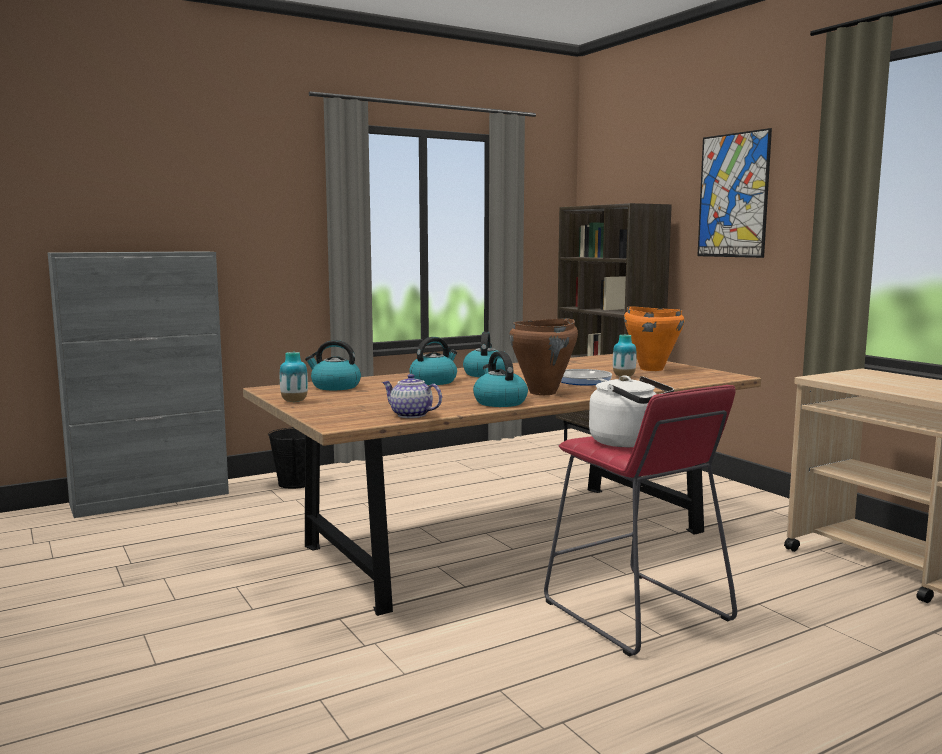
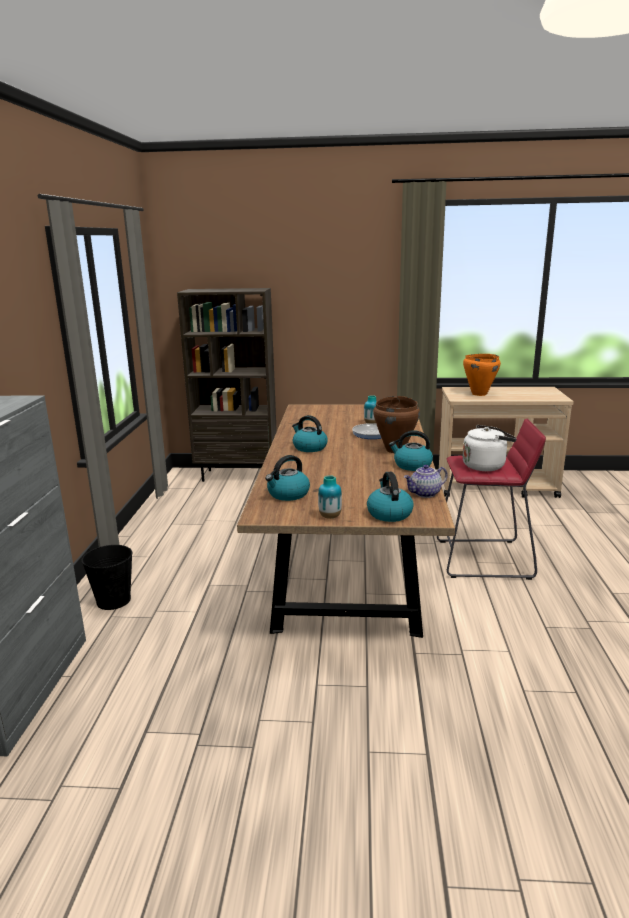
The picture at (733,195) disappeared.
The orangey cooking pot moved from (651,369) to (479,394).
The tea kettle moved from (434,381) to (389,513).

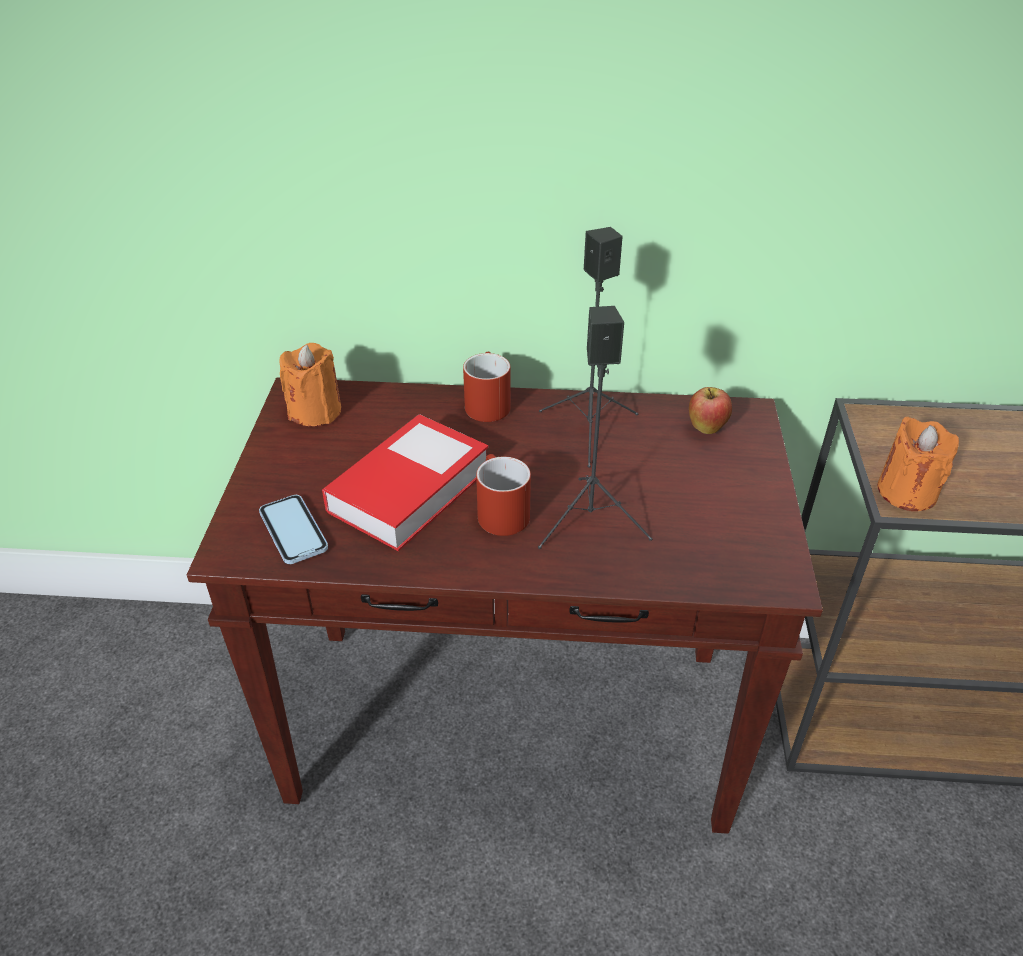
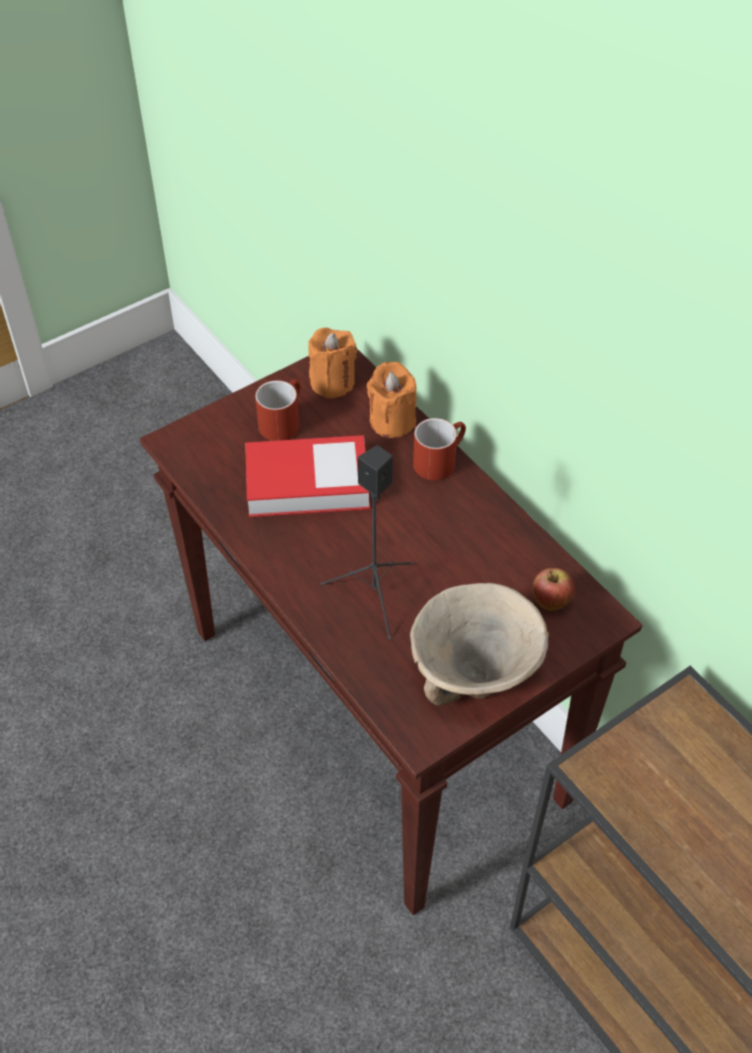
The black loudspeaker at (589,430) disappeared.
The orangey wax light moved from (907,492) to (392,421).
The reddish mug moved from (498,511) to (282,421).
The phone at (293,531) disappeared.
The sand-coloured serving bowl at (474,673) appeared.

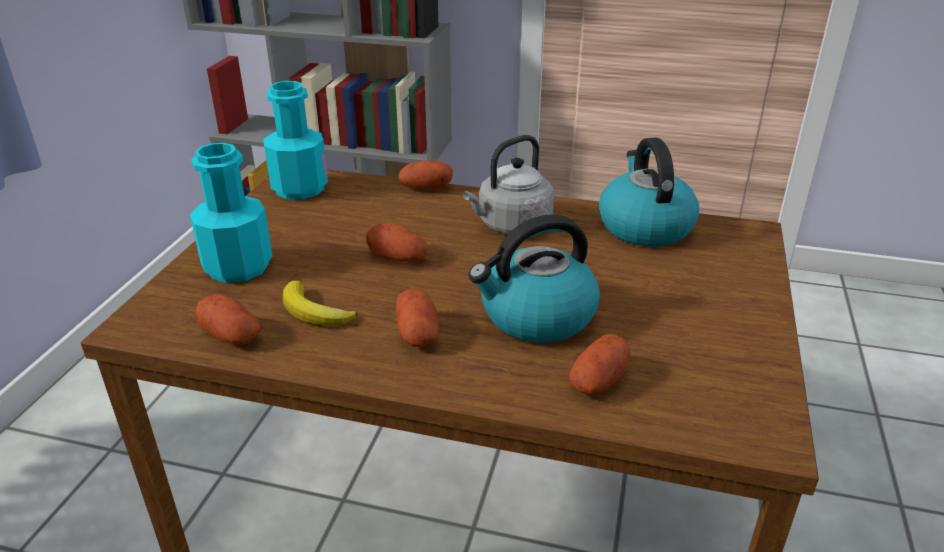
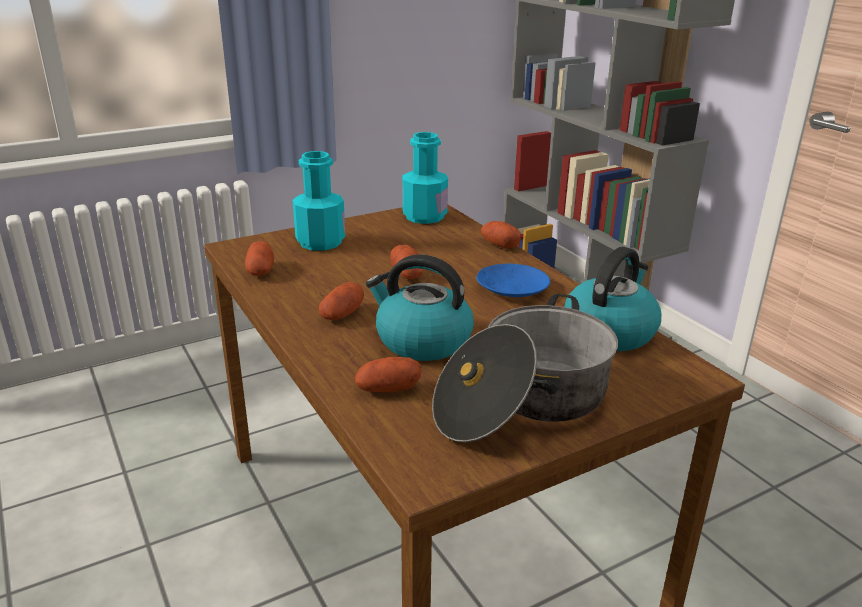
The gray tea kettle at (511,225) was replaced by the bluish plate at (511,288).
The whole banana at (314,311) disappeared.
The cooking pot at (522,402) appeared.

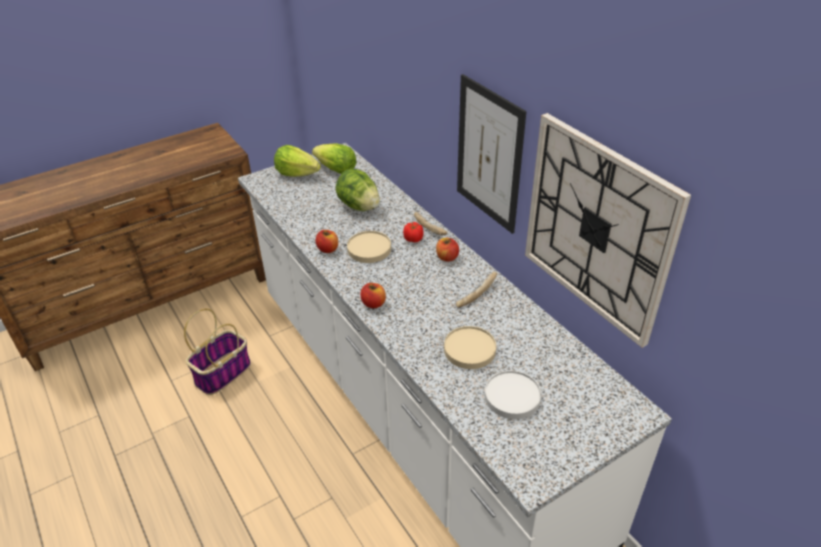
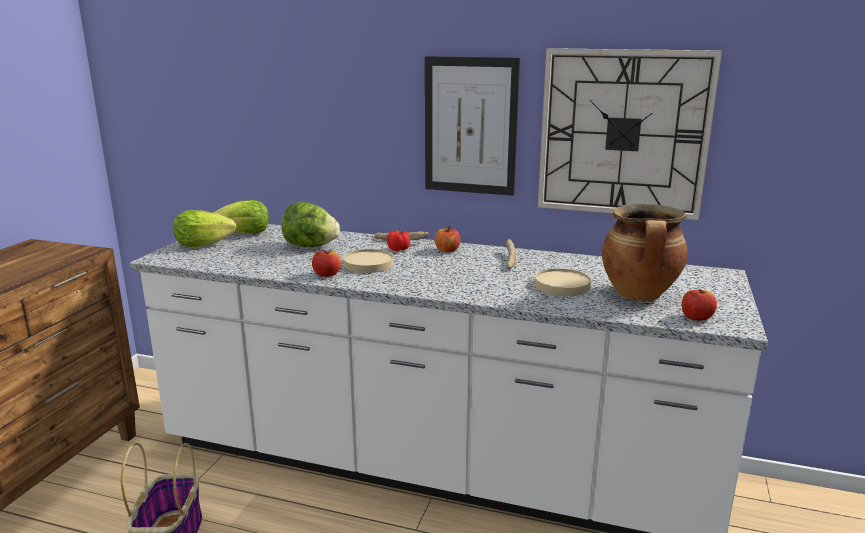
The apple fruit moved from (373,303) to (696,317).
The white-coloured plate at (512,397) was replaced by the cooking pot at (640,295).

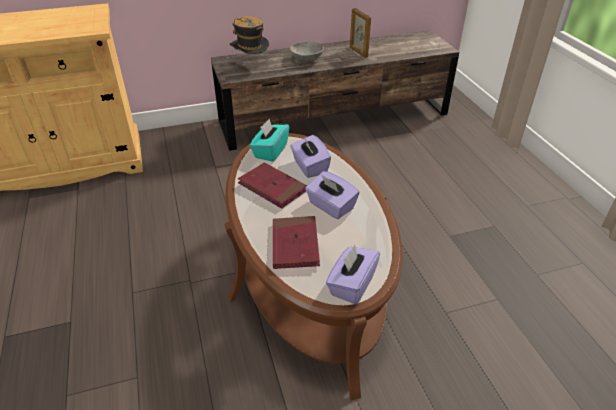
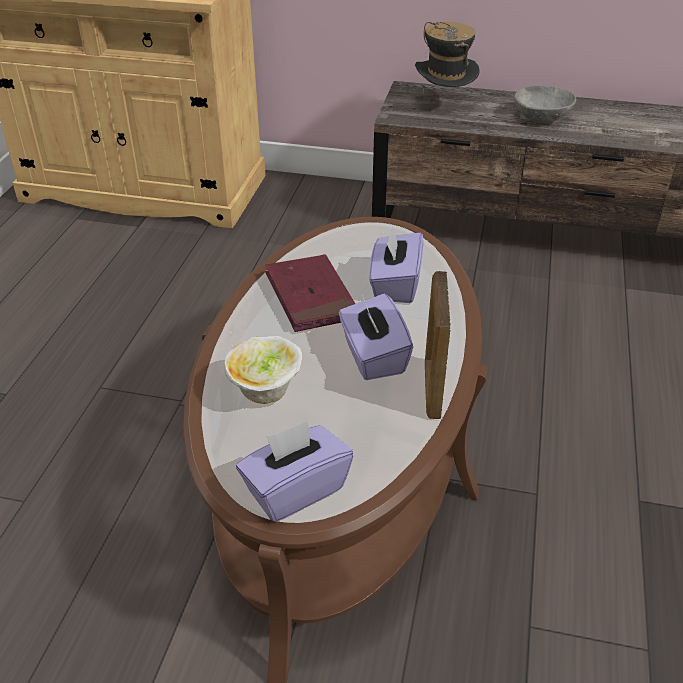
The standing frame moved from (358,52) to (432,389).
The turquoise-coloured tissue box at (270,151) disappeared.
The reddish bound book at (295,244) was replaced by the serving bowl at (267,393).

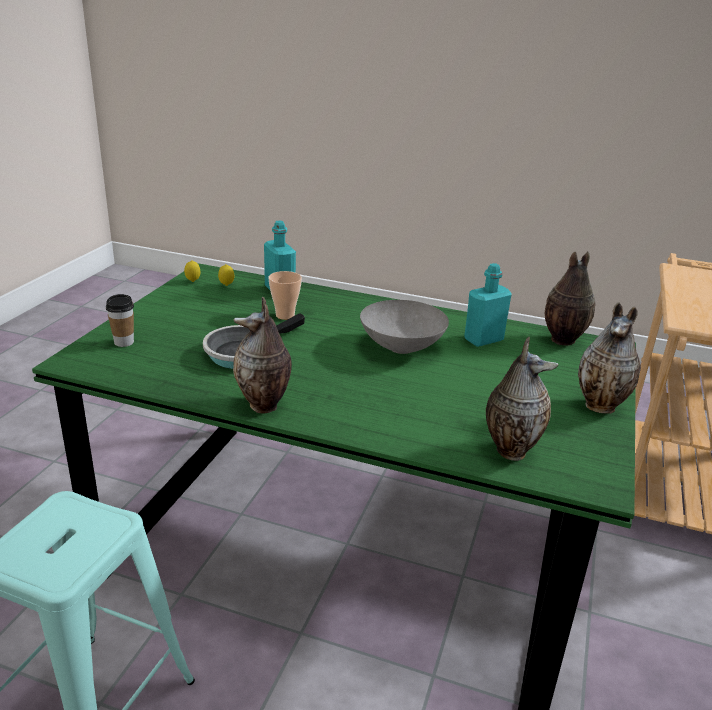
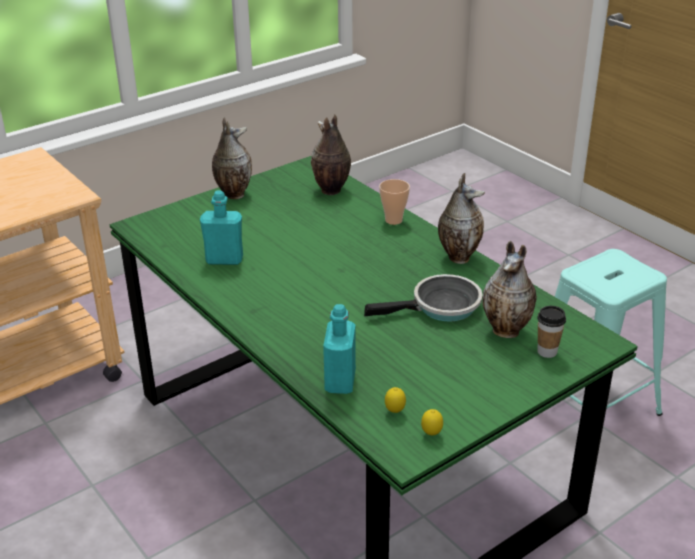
The vase moved from (562,340) to (508,331).
The cup moved from (285,315) to (393,220).
The gray serving bowl at (402,347) disappeared.

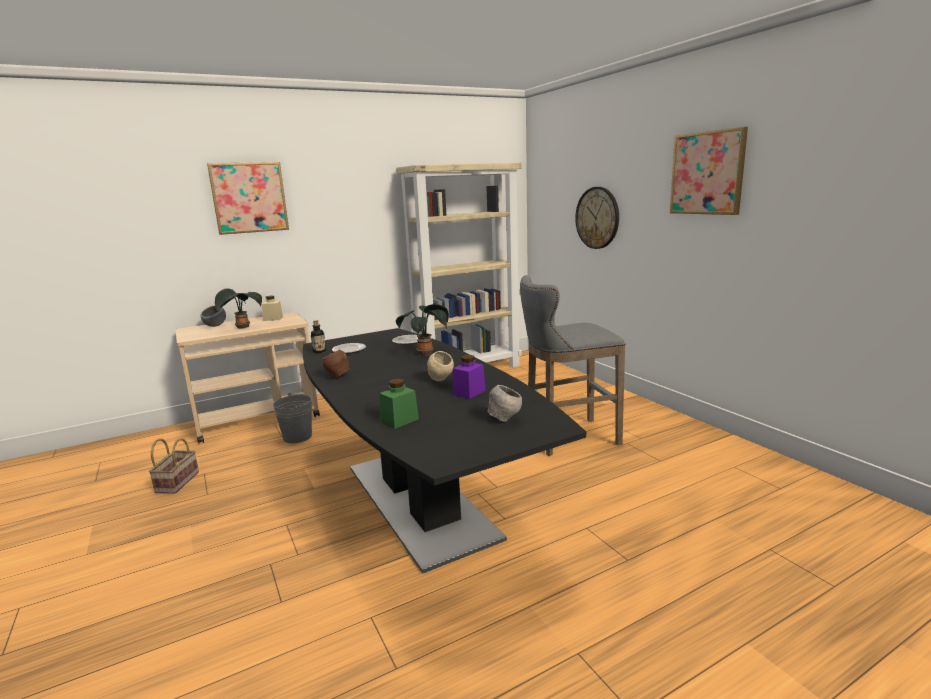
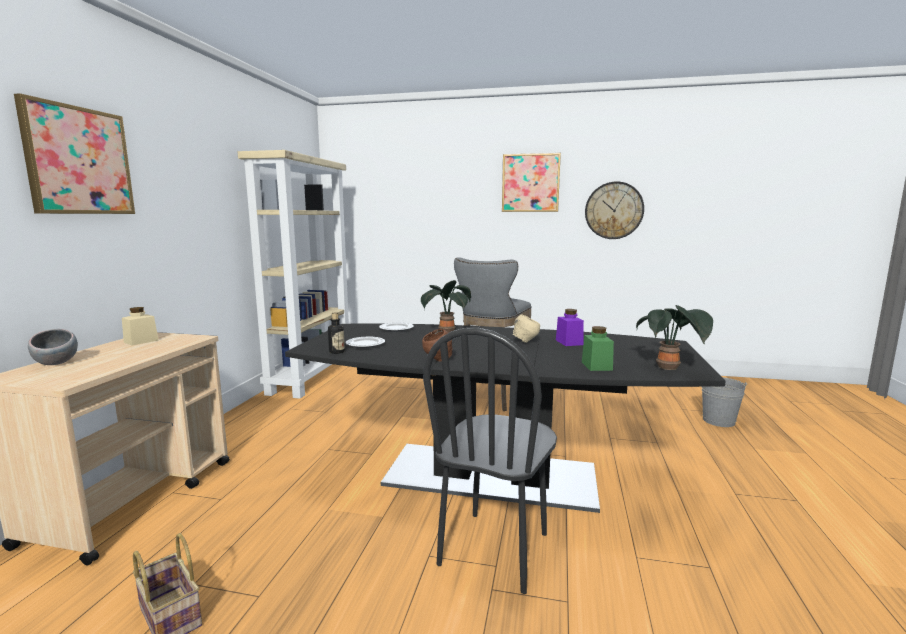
The hanging clock moved from (597,218) to (614,210).
The houseplant moved from (241,328) to (670,368).
The gray serving bowl at (504,419) disappeared.
The gray bucket moved from (297,437) to (719,421).
The black chair at (495,549) appeared.

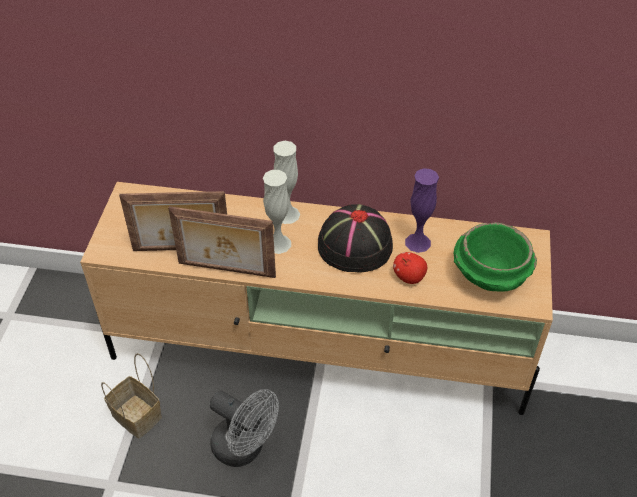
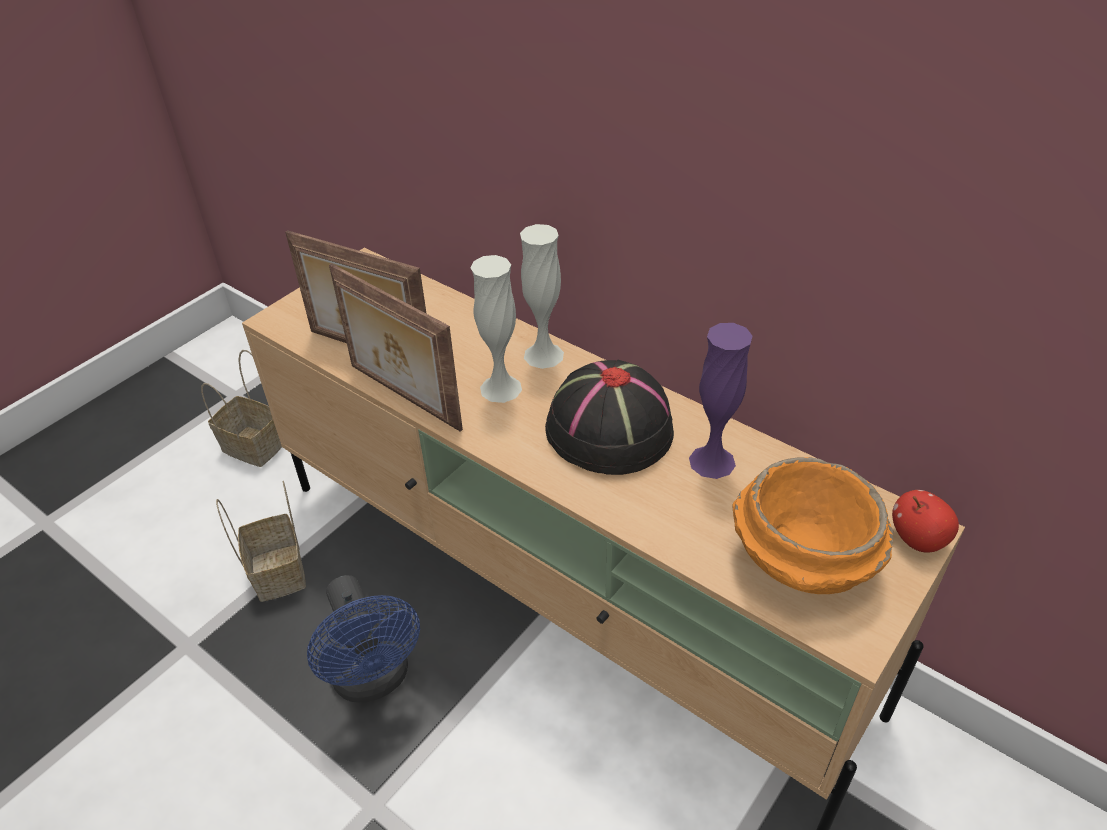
The green serving bowl at (489,276) became the orangey serving bowl at (800,559).
The apple fruit moved from (409,277) to (918,539).
The gray cooling fan at (245,448) became the bluish cooling fan at (374,679).
The basket at (256,446) appeared.

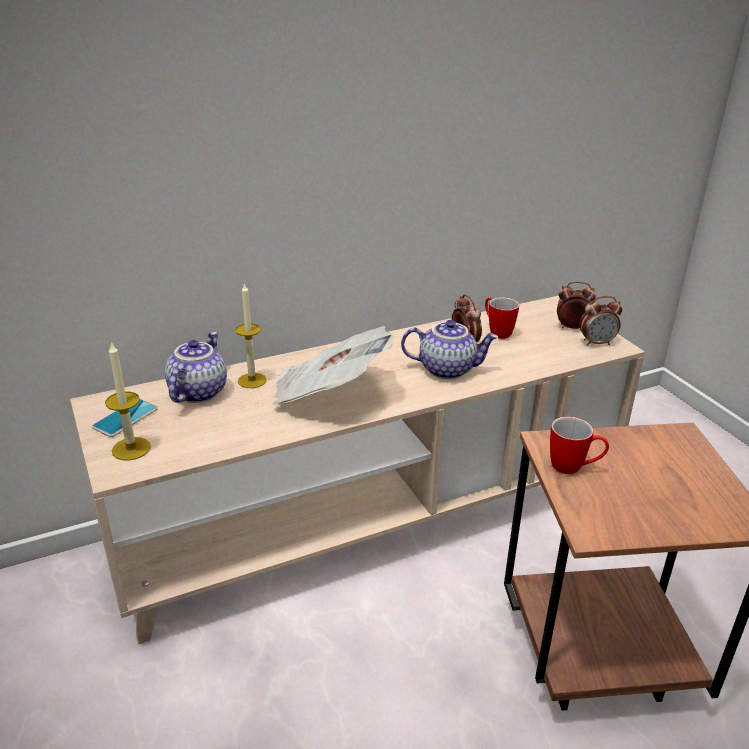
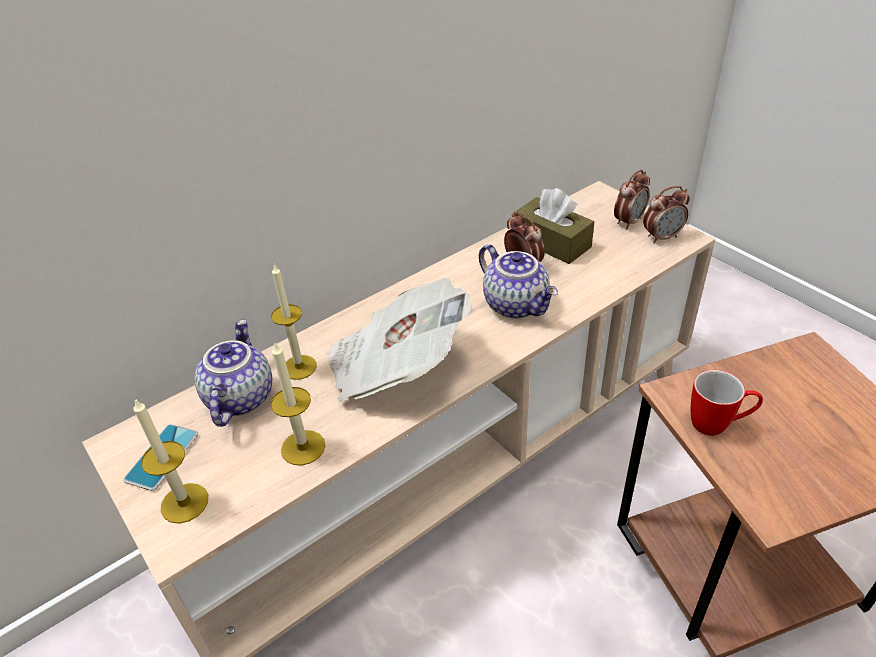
The bedside clock at (572,327) turned 135 degrees clockwise.
The mug at (496,332) was replaced by the brown tissue box at (551,242).
The tea pot at (447,369) turned 60 degrees clockwise.
The wax light at (303,447) appeared.

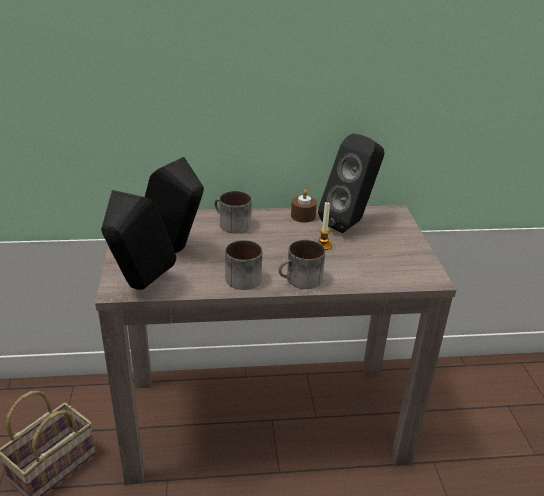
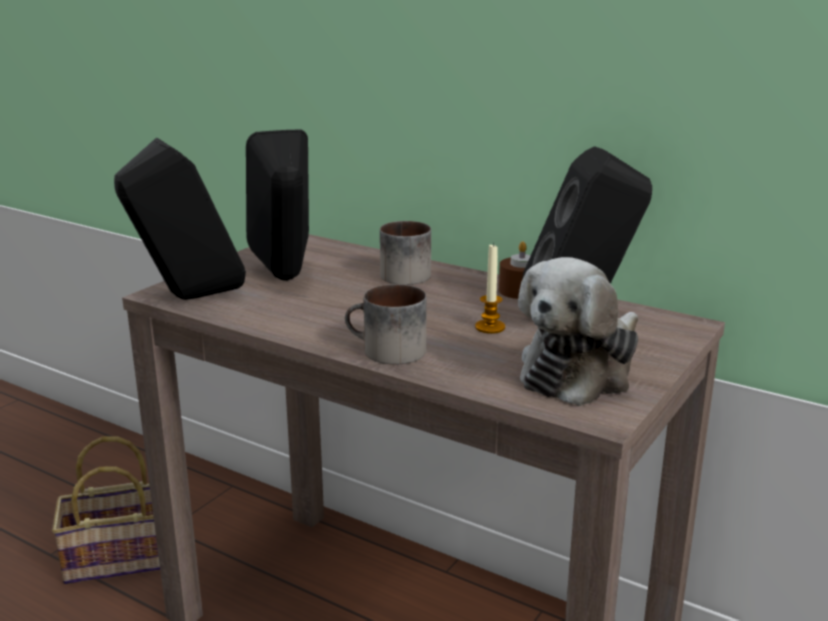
The mug at (239,277) disappeared.
The cuddly toy at (580,371) appeared.

